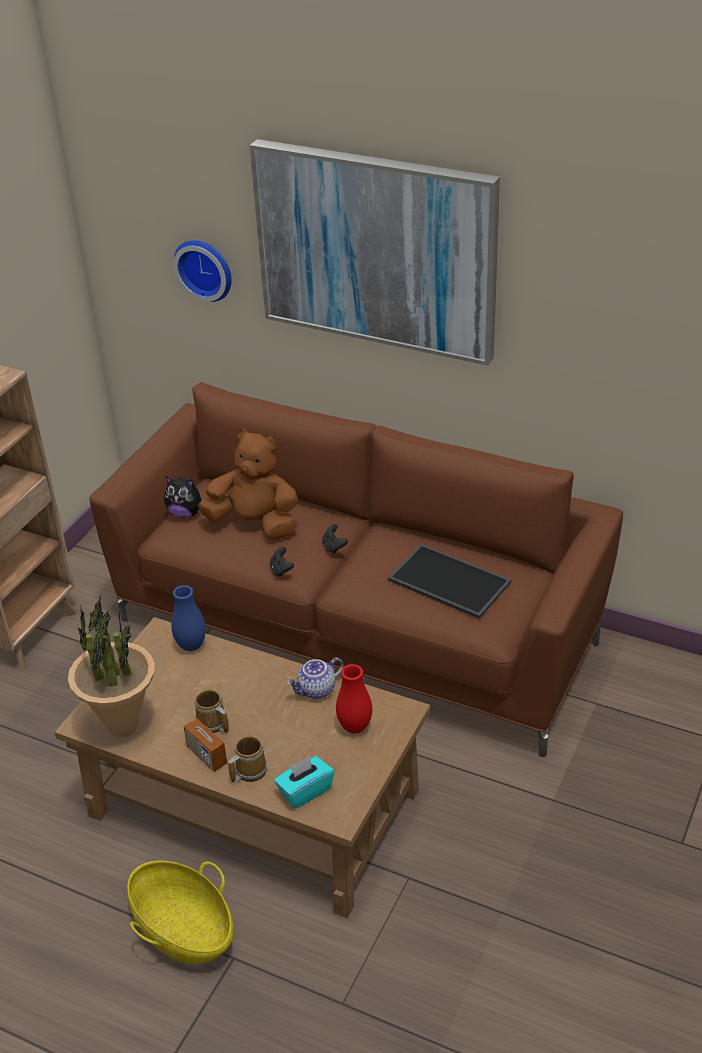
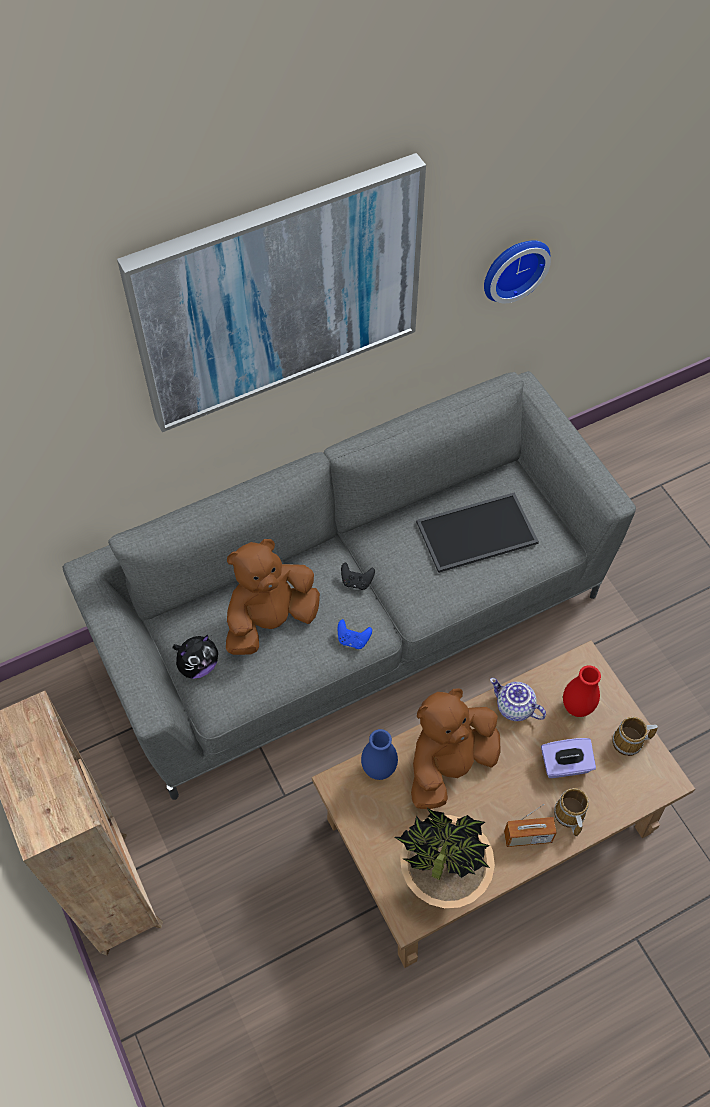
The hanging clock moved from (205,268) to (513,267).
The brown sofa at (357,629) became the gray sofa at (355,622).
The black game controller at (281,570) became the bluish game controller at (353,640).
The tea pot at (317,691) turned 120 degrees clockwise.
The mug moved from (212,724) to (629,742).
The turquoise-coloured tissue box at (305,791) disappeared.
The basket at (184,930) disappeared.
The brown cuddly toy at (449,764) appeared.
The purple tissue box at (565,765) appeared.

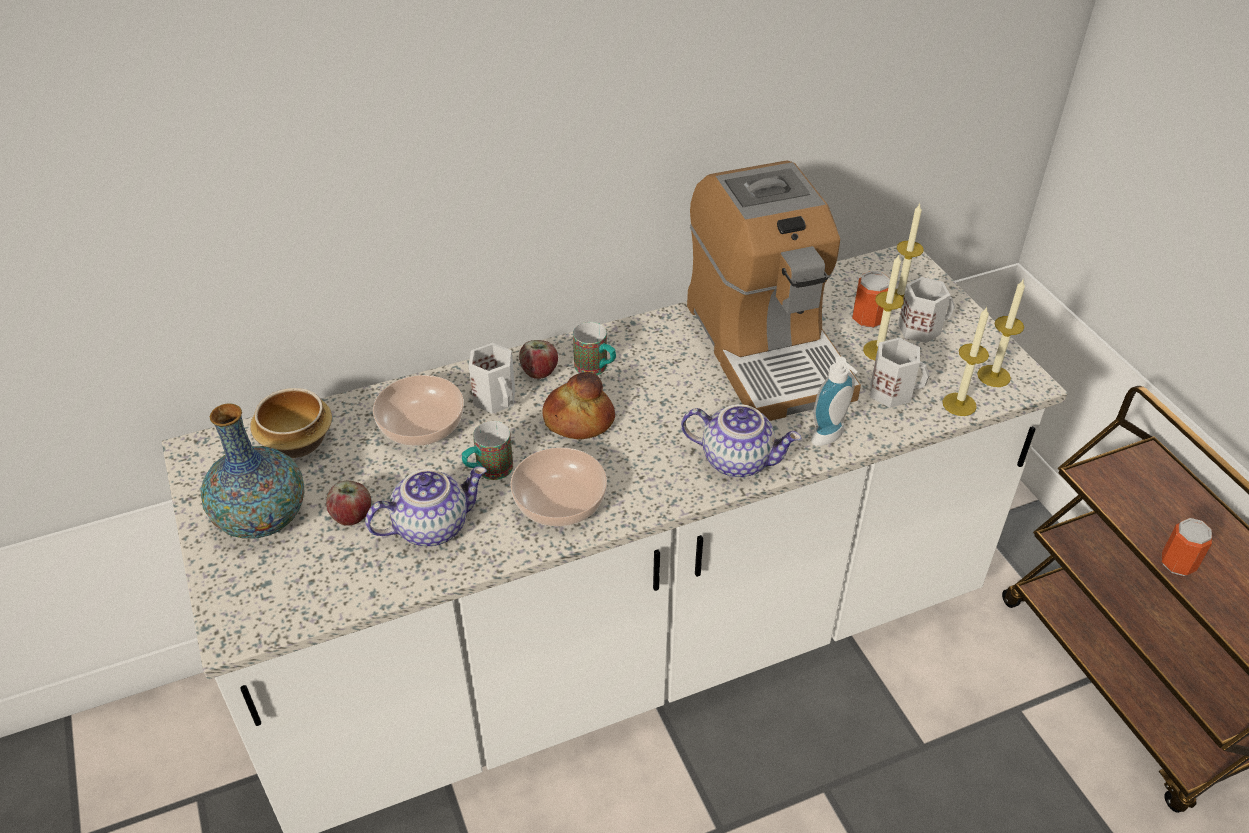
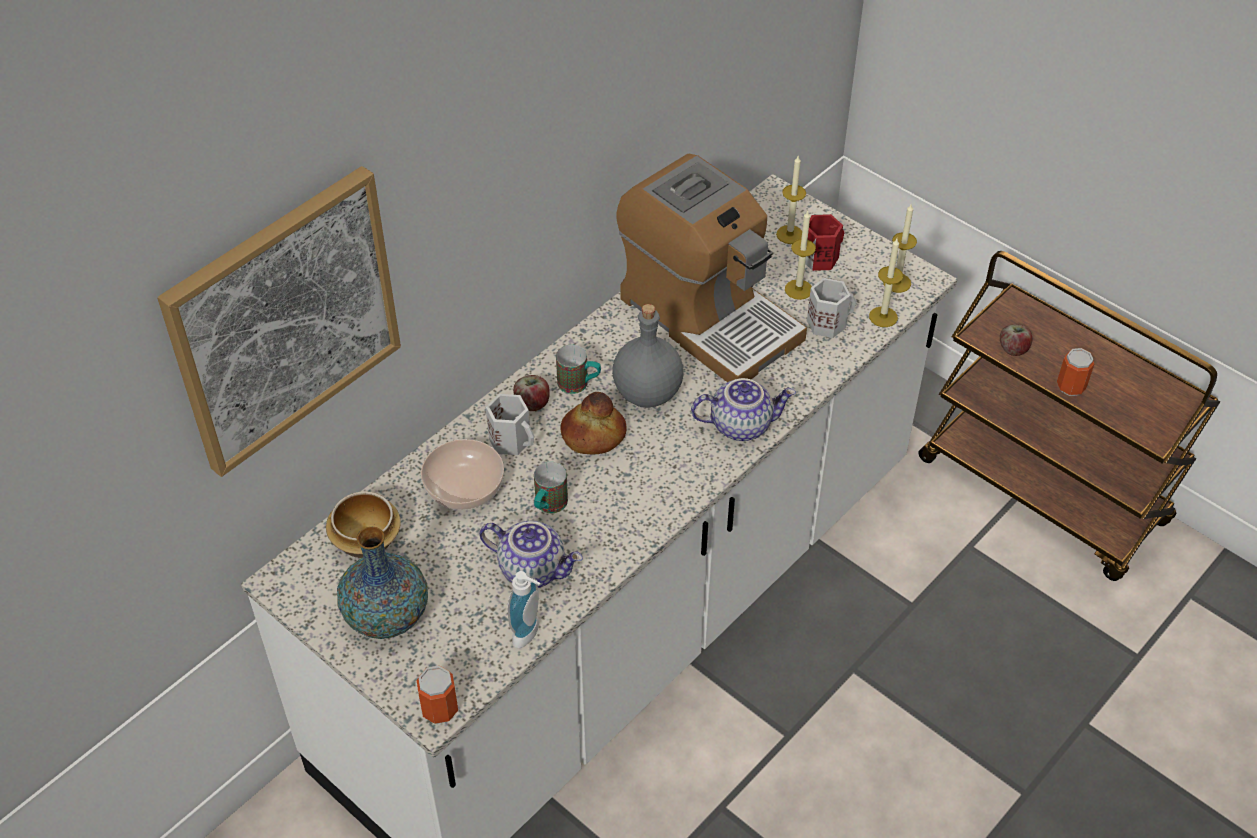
The metal can moved from (868,319) to (440,709).
The white-coloured mug at (920,328) became the reddish mug at (820,257).
The soap bottle moved from (831,438) to (530,634).
The serving bowl at (560,500) disappeared.
The tea pot at (432,525) turned 75 degrees clockwise.
The apple fruit moved from (352,516) to (1013,349).
The picture at (284,320) appeared.
The gray beverage bottle at (647,392) appeared.

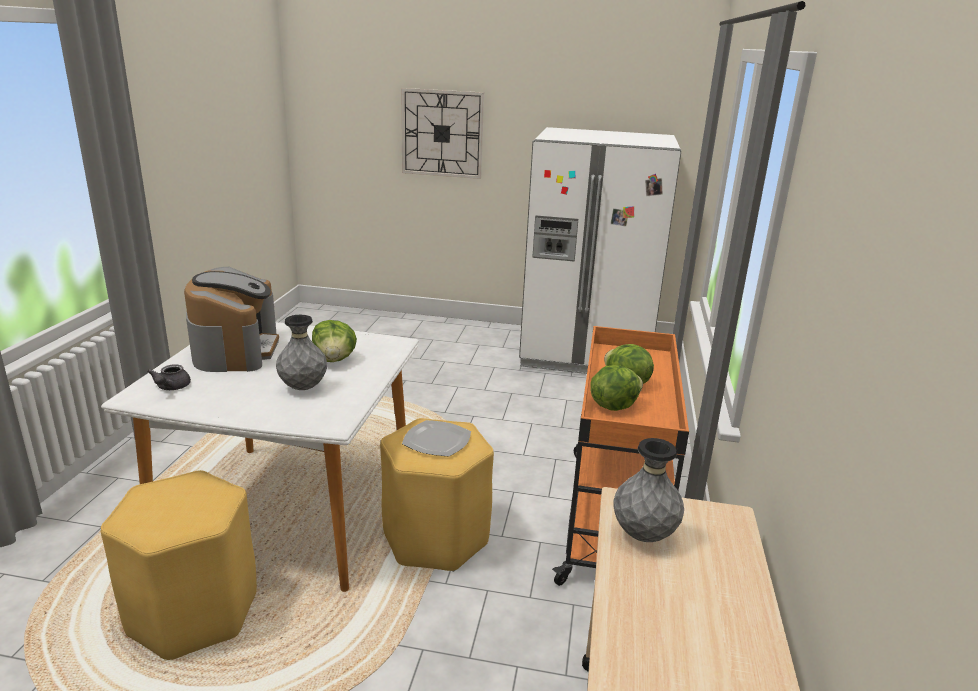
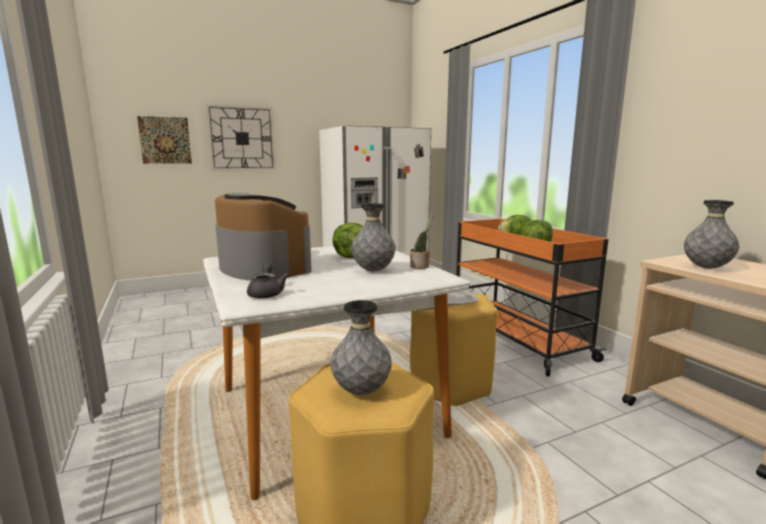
The gray tea pot at (171,388) turned 150 degrees counterclockwise.
The picture at (165,140) appeared.
The houseplant at (421,266) appeared.
The gray vase at (361,391) appeared.

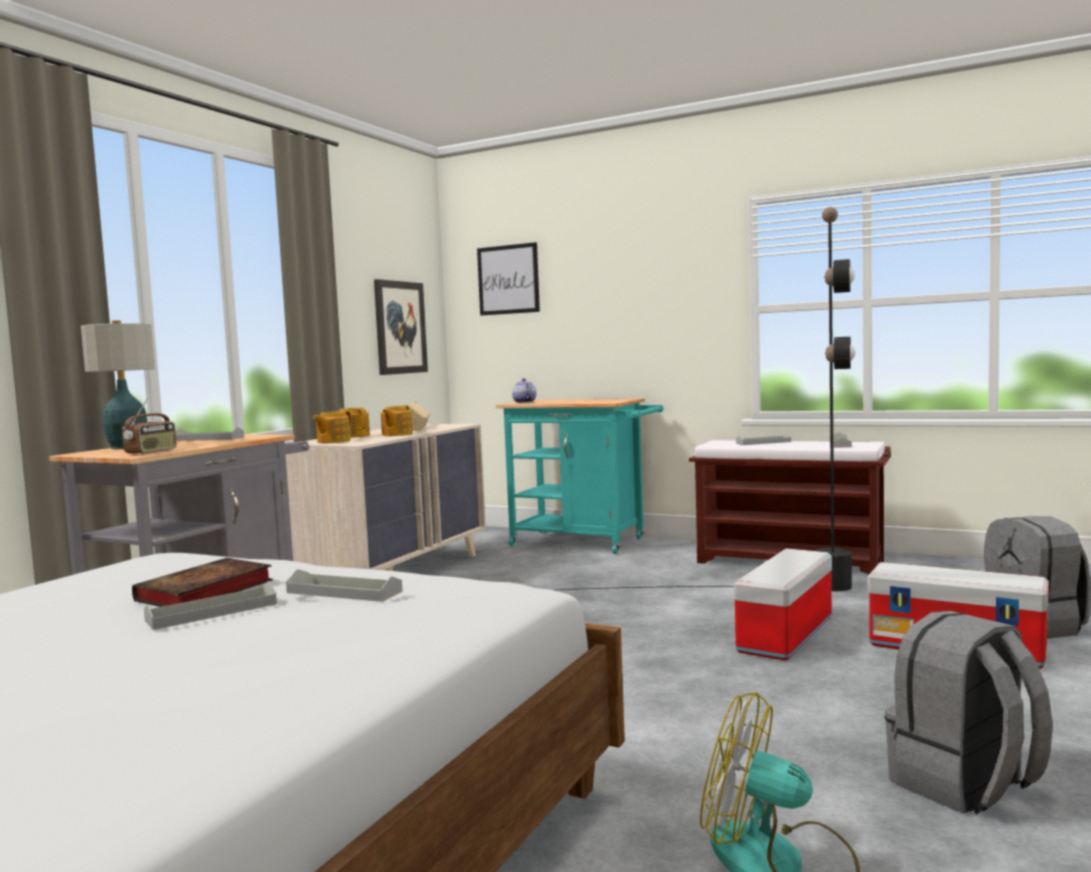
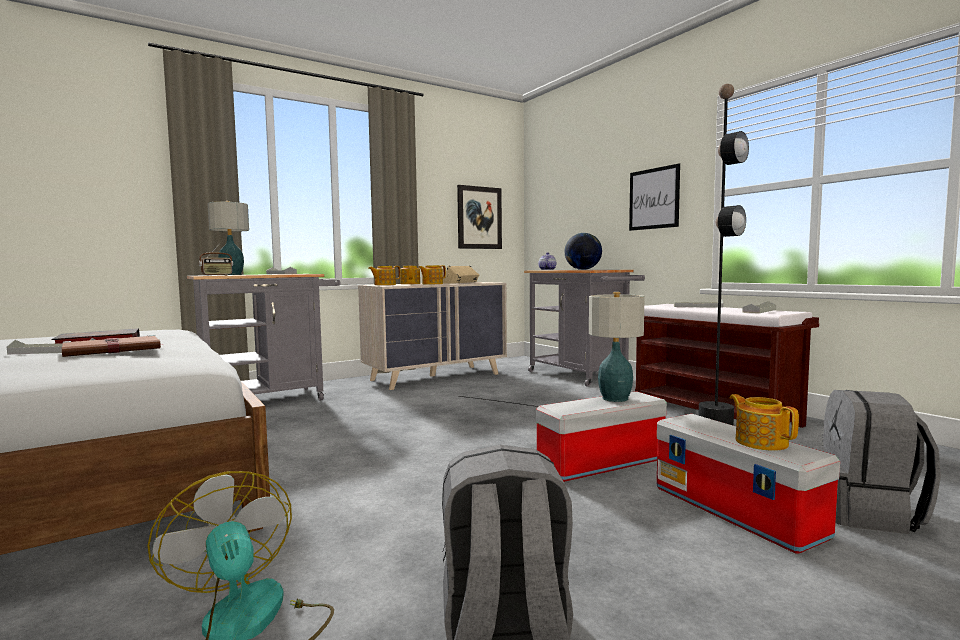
The picture moved from (508,279) to (654,198).
The turquoise-coloured cart at (585,542) became the gray cart at (581,376).
The gray carrying tray at (344,592) was replaced by the brown bound book at (114,350).
The world globe at (582,269) appeared.
The tabletop lamp at (614,398) appeared.
The tea pot at (761,442) appeared.

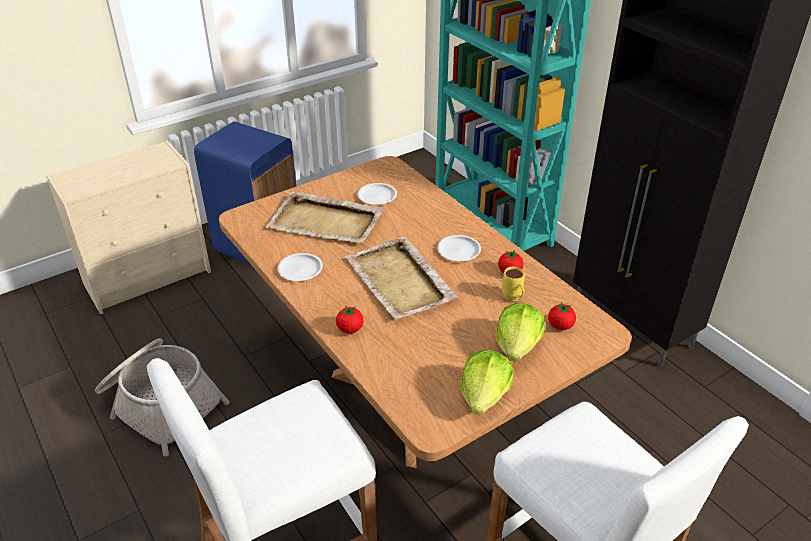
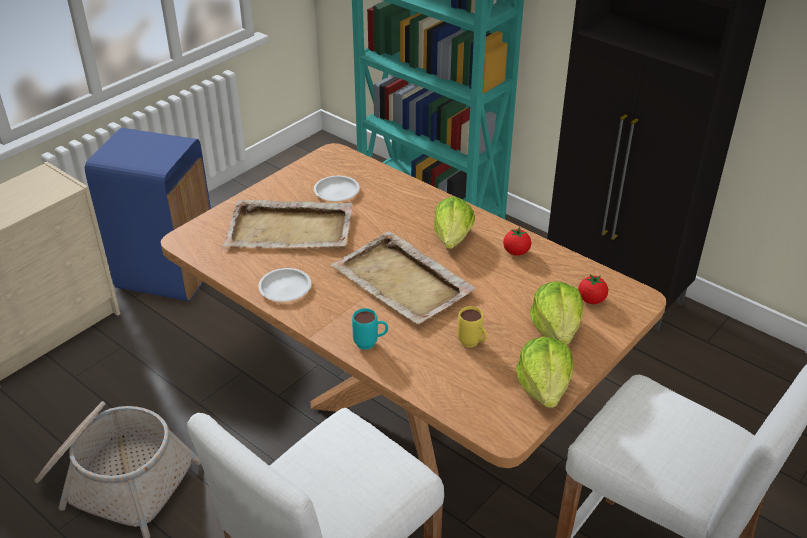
The white-coloured plate at (459,251) was replaced by the head of lettuce at (453,238).
The yellowish mug moved from (513,299) to (472,344).
The tomato at (350,329) was replaced by the turquoise-coloured mug at (370,344).

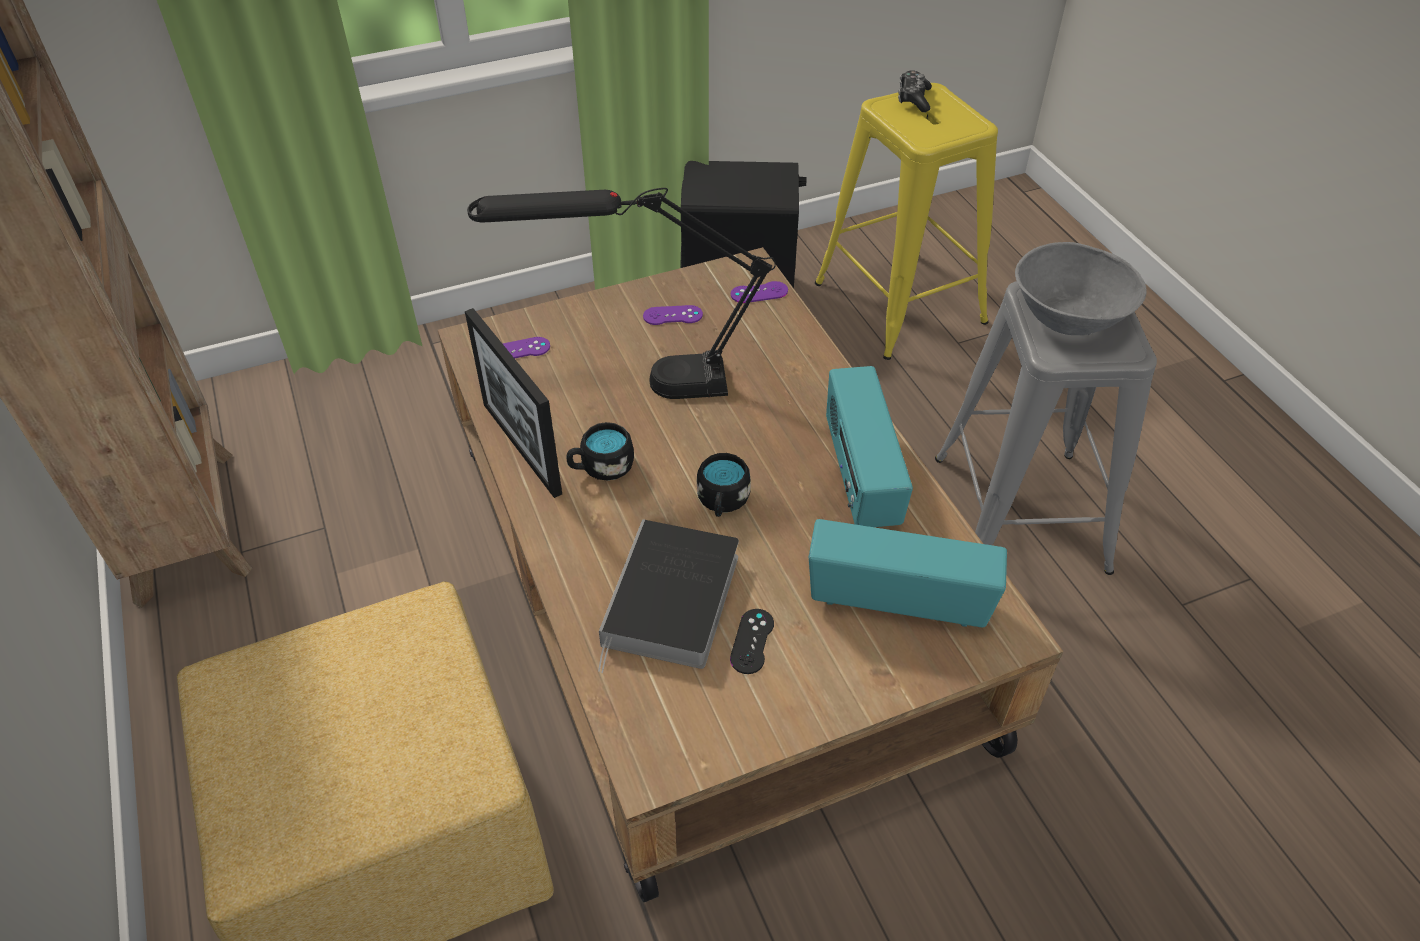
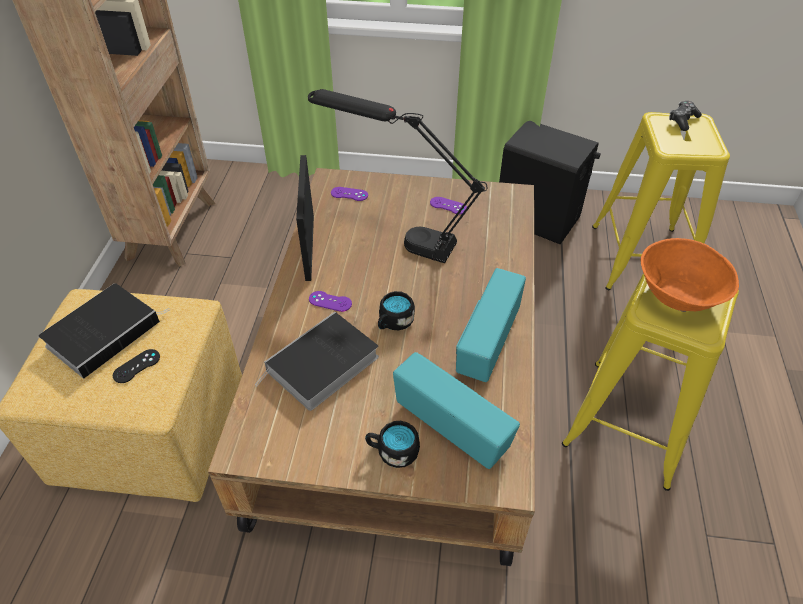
The gray serving bowl at (1069,316) became the orangey serving bowl at (679,294).
The purple game controller moved from (759,292) to (330,301).
The gray sitting stool at (1020,513) became the yellowish sitting stool at (629,422).
The black mug moved from (601,467) to (392,451).
The black game controller moved from (752,641) to (136,366).
The bound book at (105,331) appeared.

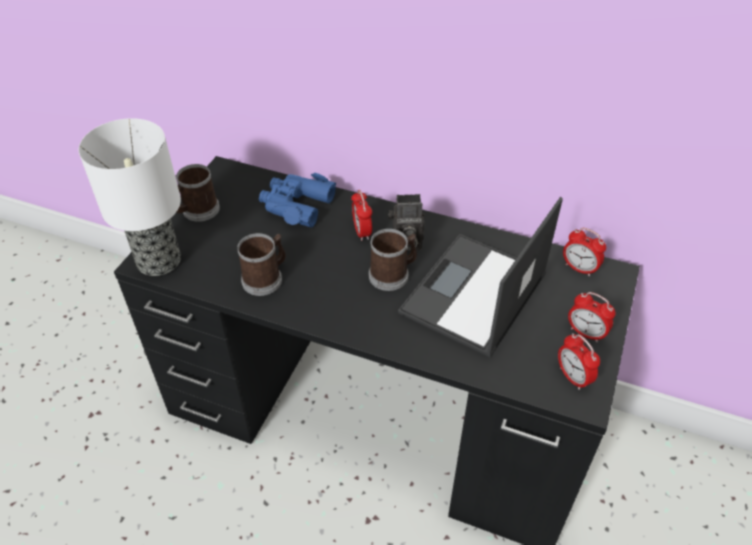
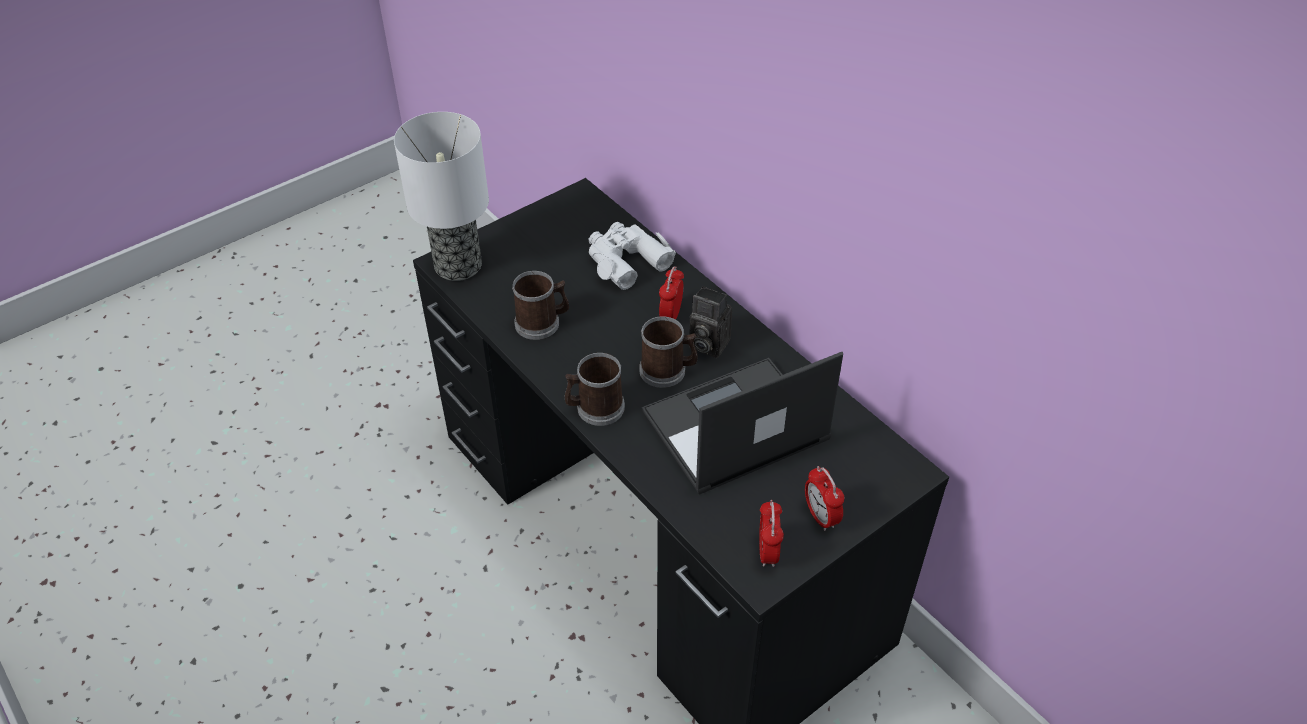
The mug moved from (197,211) to (595,408).
The bluish pair of binoculars at (296,205) became the white-coloured pair of binoculars at (626,260).
The bedside clock at (579,268) disappeared.

